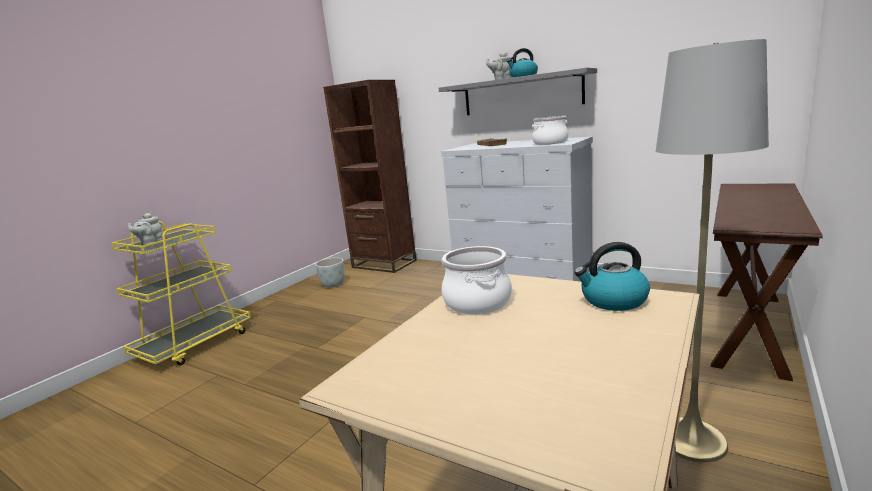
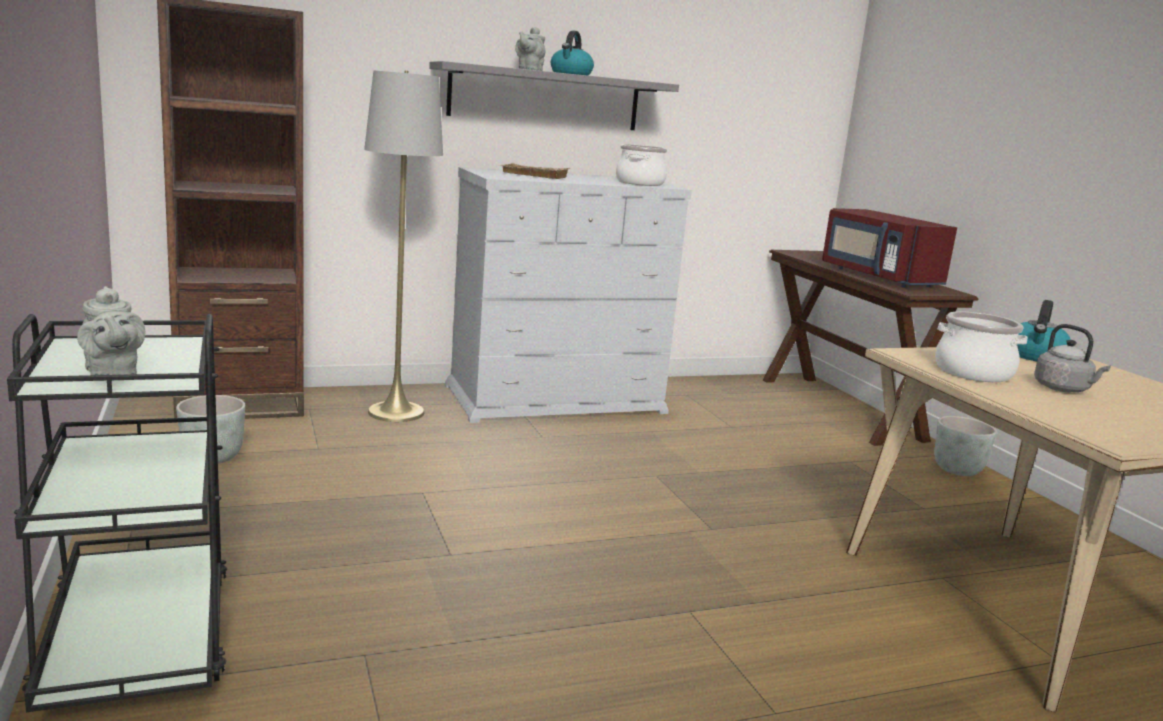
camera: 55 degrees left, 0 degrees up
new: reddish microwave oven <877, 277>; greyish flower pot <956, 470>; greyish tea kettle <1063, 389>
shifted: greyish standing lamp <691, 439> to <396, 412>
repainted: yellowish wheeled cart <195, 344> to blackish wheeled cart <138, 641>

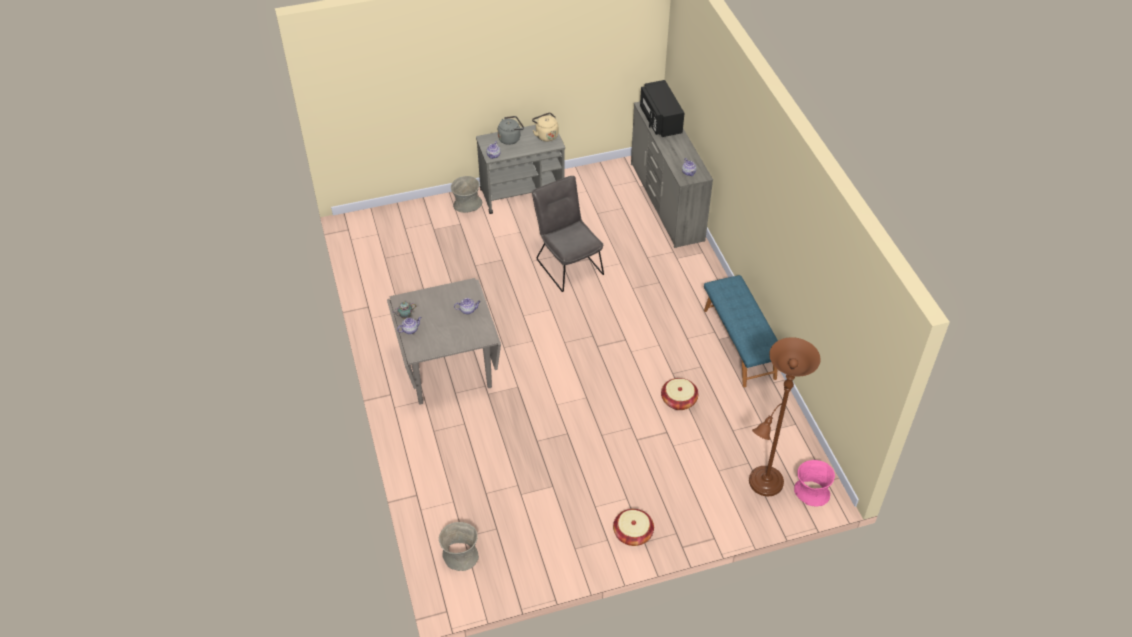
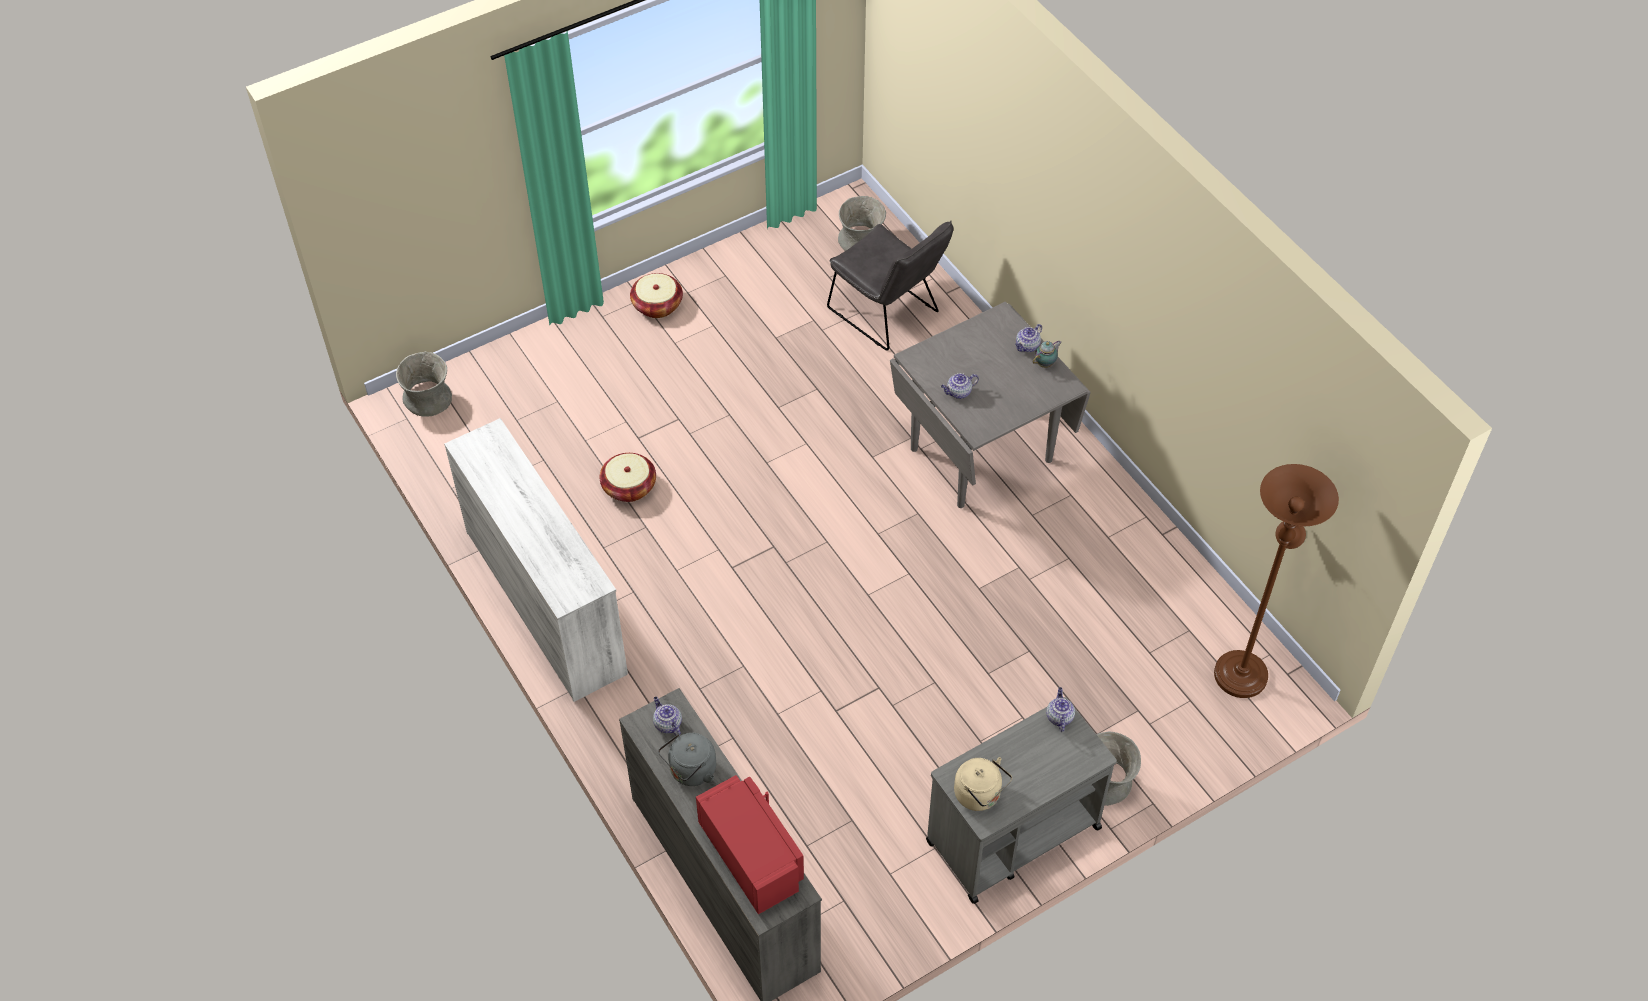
camera: 165 degrees right, 5 degrees up
shifted: greyish tea kettle <510, 138> to <690, 771>; greyish plain chair <567, 264> to <888, 314>; brownish standing lamp <763, 485> to <1242, 669>
swapped: blue indoor bench <740, 343> to white dresser <546, 601>
repainted: pink flower vase <811, 492> to greyish flower vase <428, 399>; blackish microwave oven <660, 120> to reddish microwave oven <752, 855>

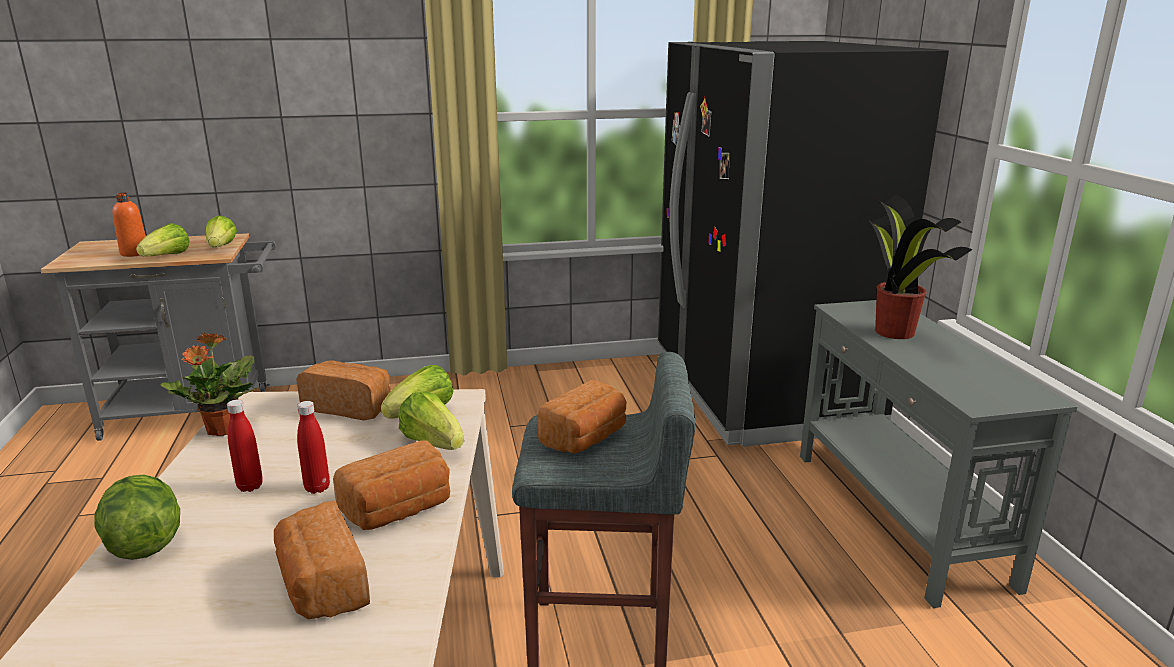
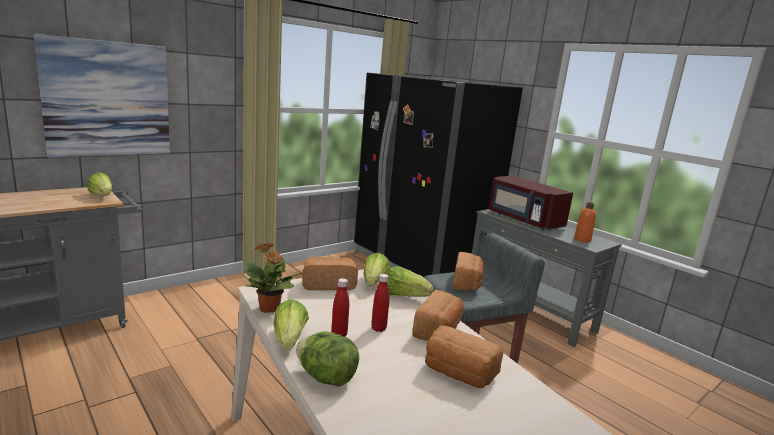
camera: 30 degrees left, 5 degrees down
new: picture <107, 99>
shifted: lettuce head <167, 256> to <289, 339>; orangey beverage bottle <134, 253> to <582, 239>
swapped: potted plant <893, 331> to reddish microwave oven <523, 220>

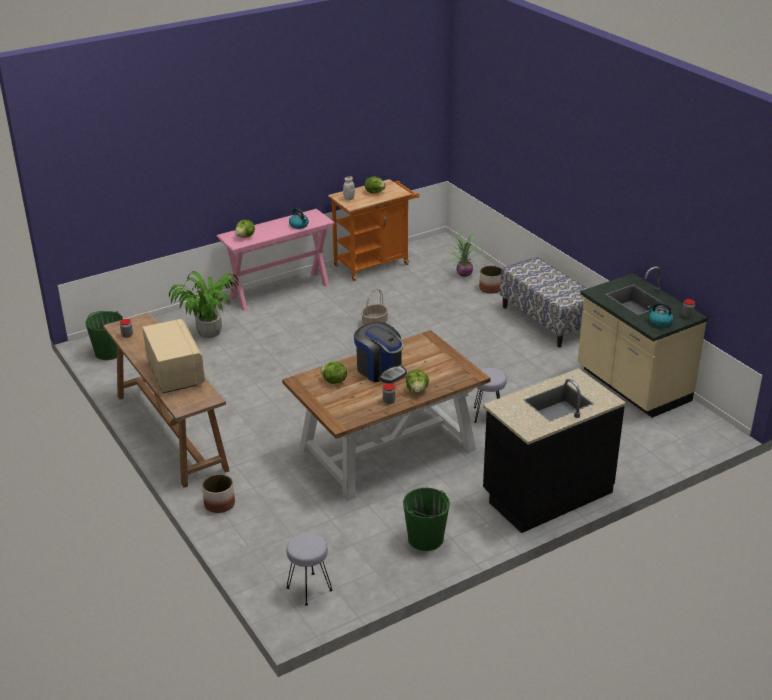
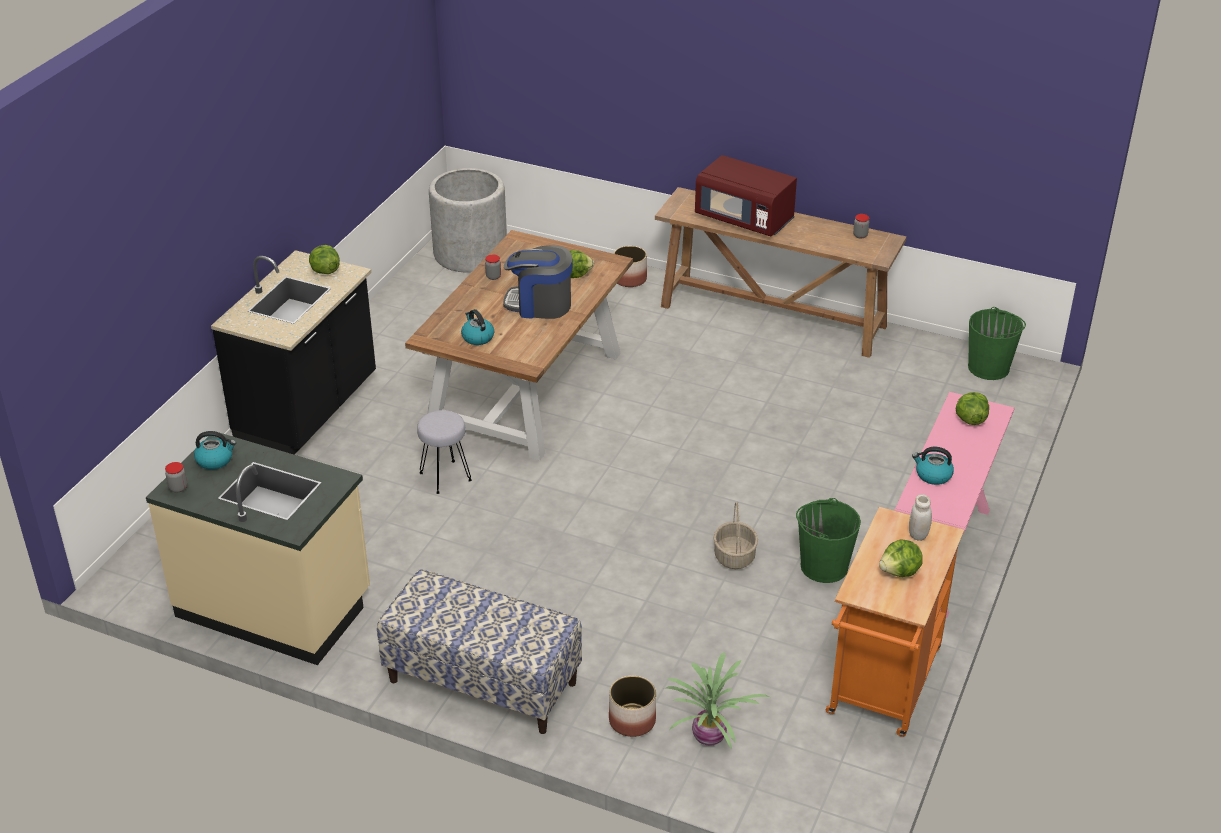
camera: 145 degrees right, 5 degrees up
gone: potted plant <209, 333>
new: tea kettle <477, 337>
shifted: lettuce head <417, 390> to <324, 271>; green-coloured water bucket <426, 539> to <823, 566>
swapped: greyish stool seat <309, 588> to greyish flower pot <470, 254>
repainted: beige microwave oven <174, 373> to reddish microwave oven <744, 219>

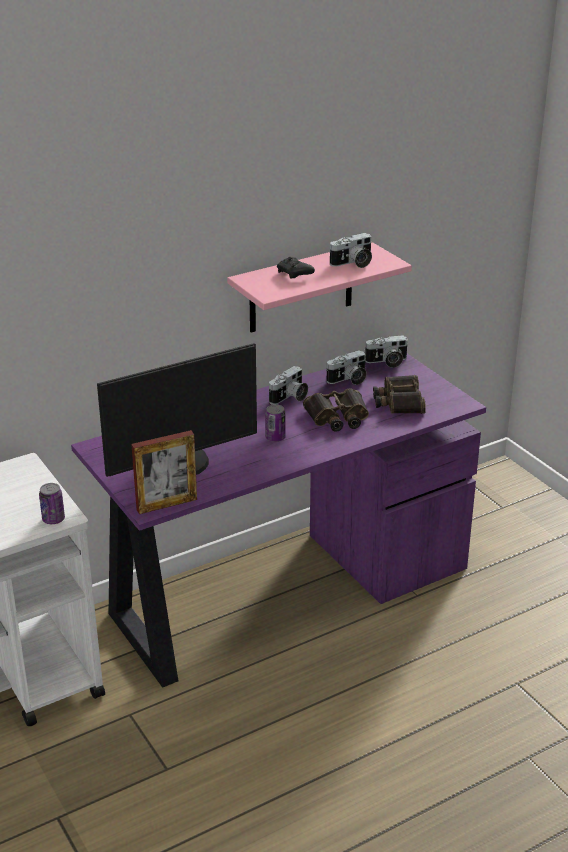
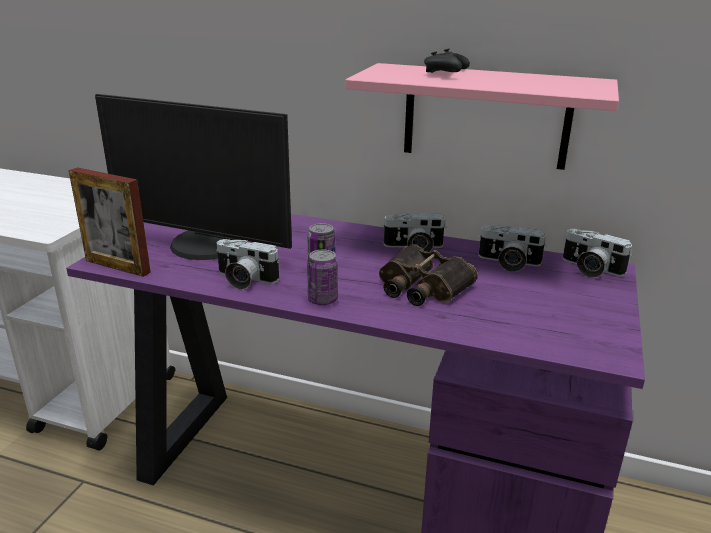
camera: 50 degrees right, 5 degrees down
gone: pair of binoculars <398, 401>
shifted: photo camera <353, 263> to <244, 280>; metal can <53, 519> to <322, 300>

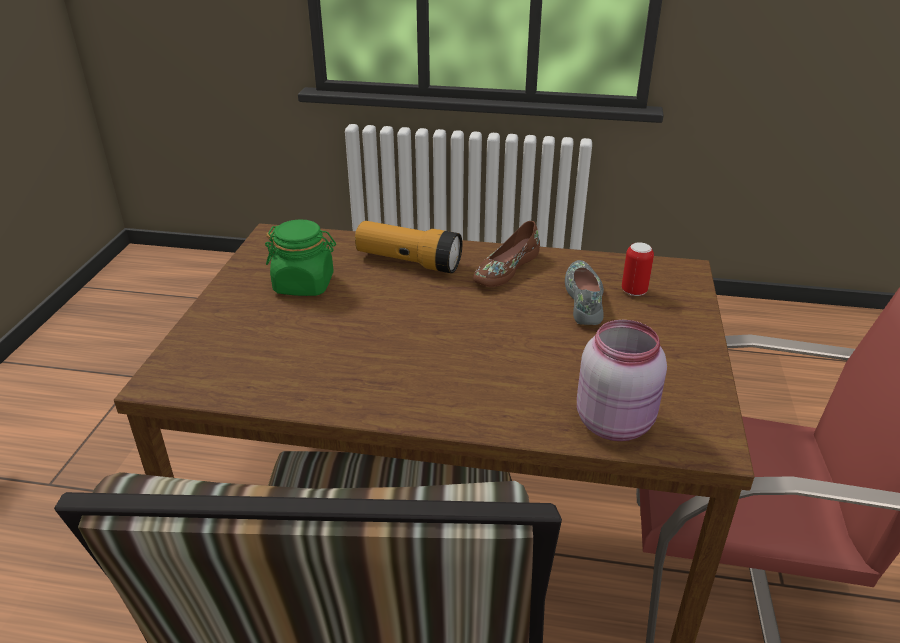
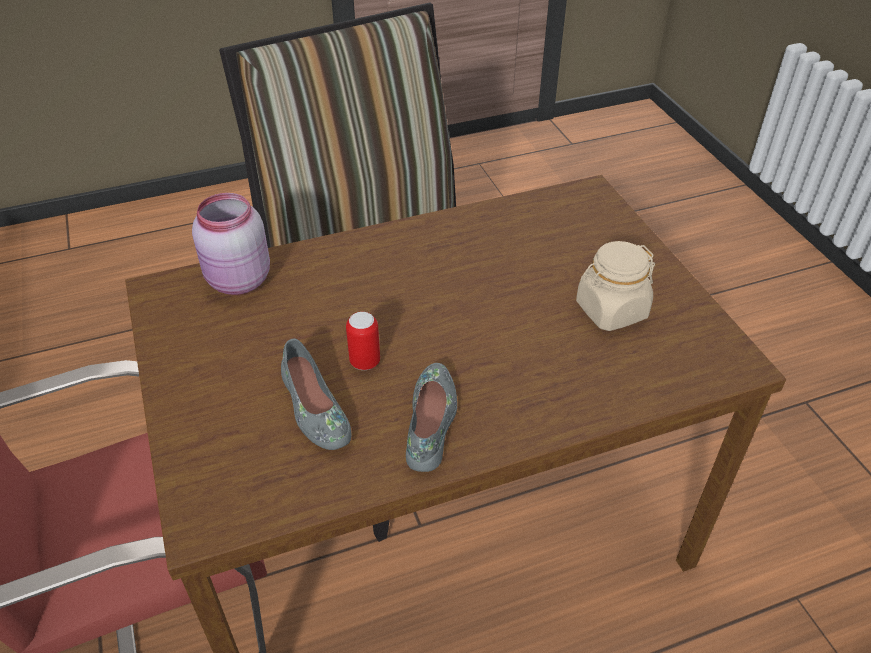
camera: 150 degrees right, 10 degrees up
gone: hand torch <408, 262>
shifted: metal can <634, 291> to <365, 362>
repainted: brownish low shoe <505, 269> to greyish low shoe <432, 422>; green-coloured jar <304, 284> to beige jar <611, 310>

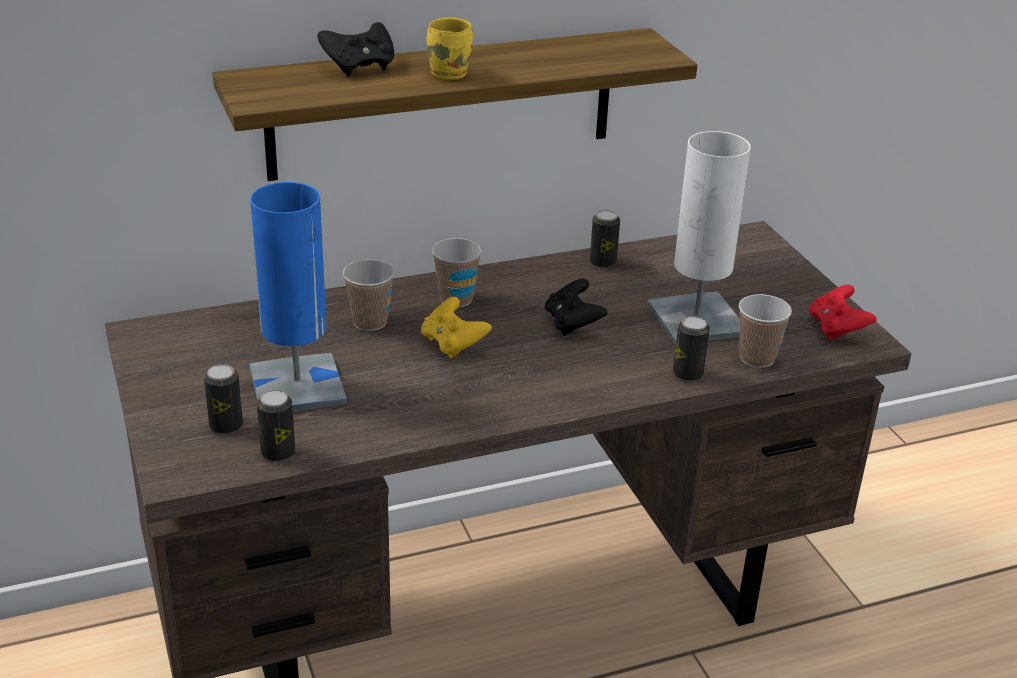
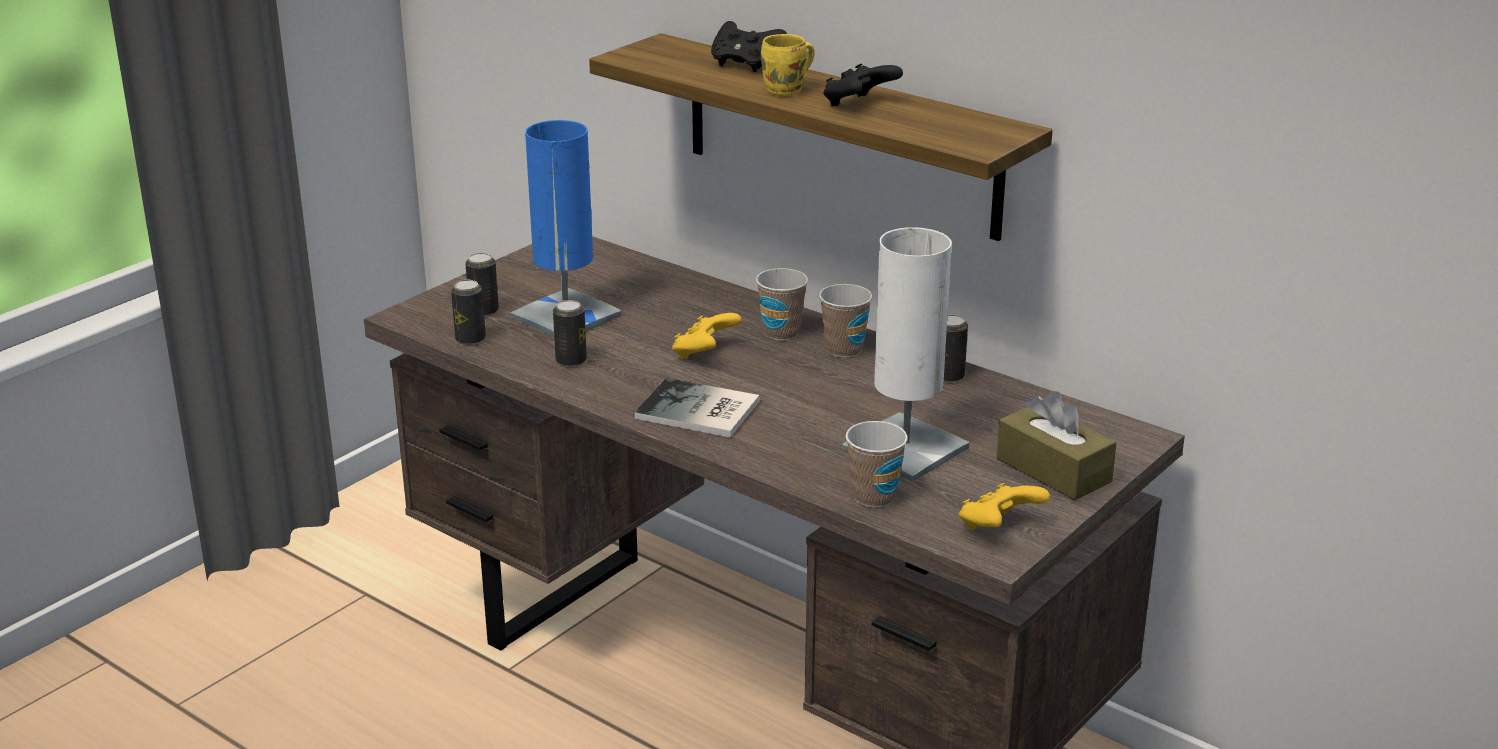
camera: 60 degrees right, 5 degrees down
new: volume <699, 412>; brownish tissue box <1053, 470>
shifted: metal can <687, 374> to <571, 360>; cup <370, 322> to <844, 350>; blackish gamepad <572, 323> to <859, 105>
repainted: reddish gamepad <837, 329> to yellowish gamepad <998, 528>

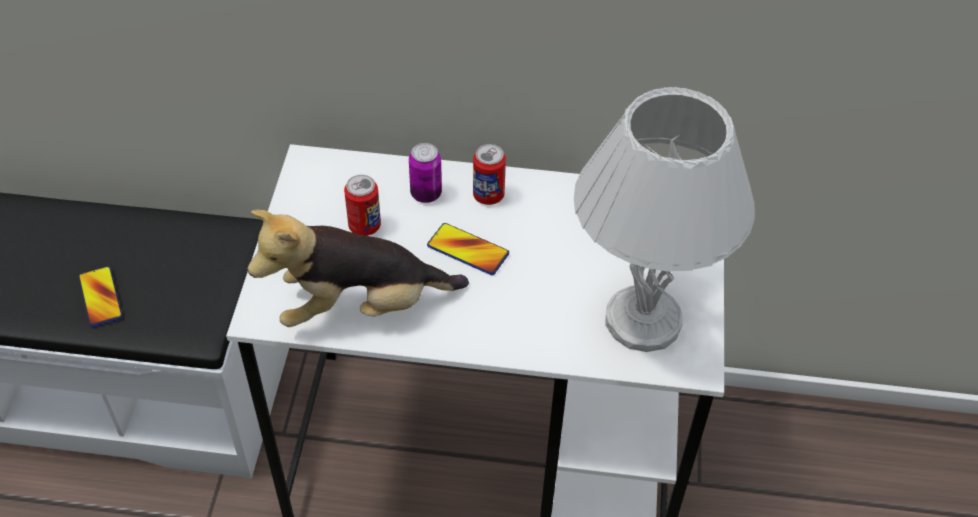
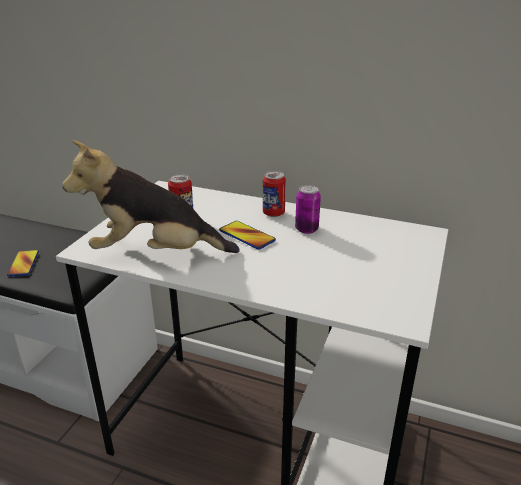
camera: 15 degrees right, 20 degrees down
gone: white table lamp <640, 319>
shifted: metal can <426, 194> to <306, 229>

